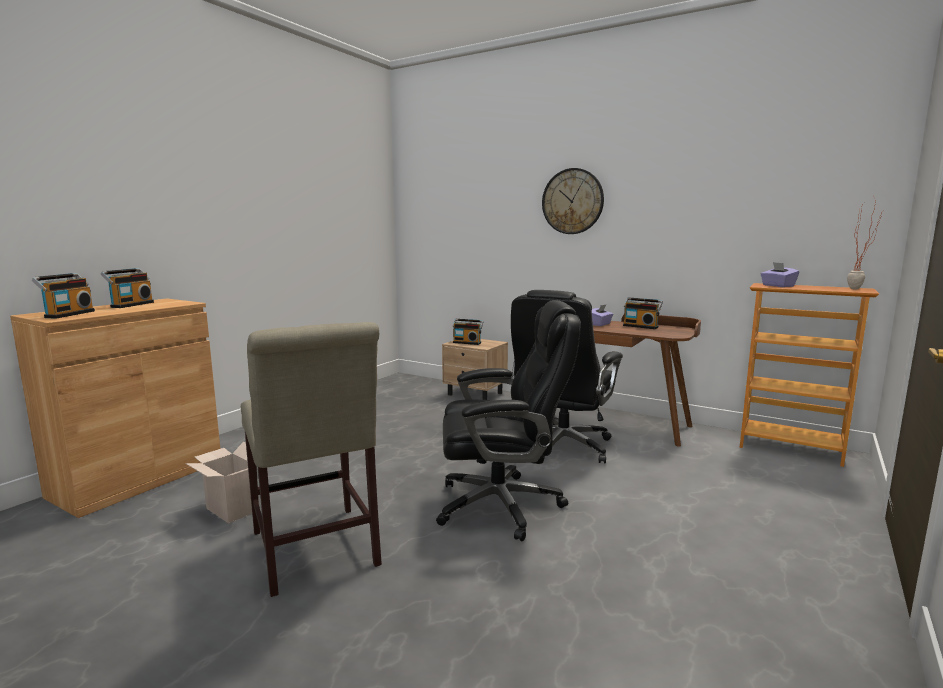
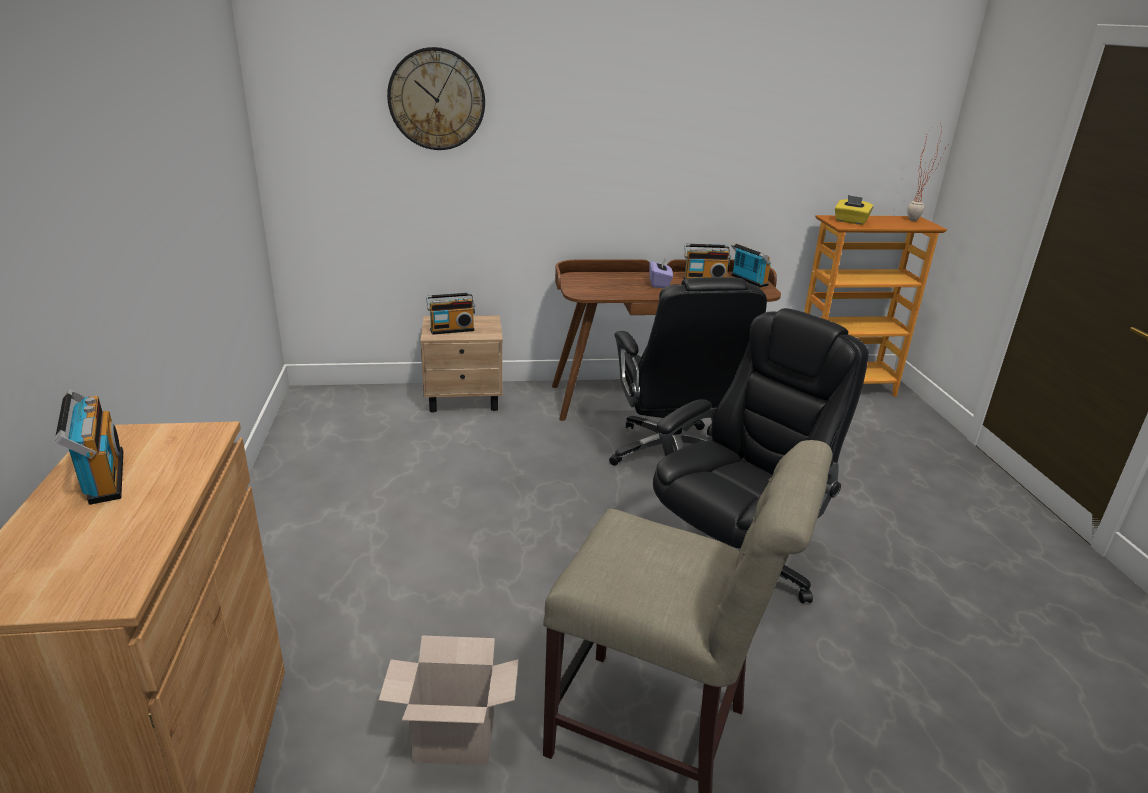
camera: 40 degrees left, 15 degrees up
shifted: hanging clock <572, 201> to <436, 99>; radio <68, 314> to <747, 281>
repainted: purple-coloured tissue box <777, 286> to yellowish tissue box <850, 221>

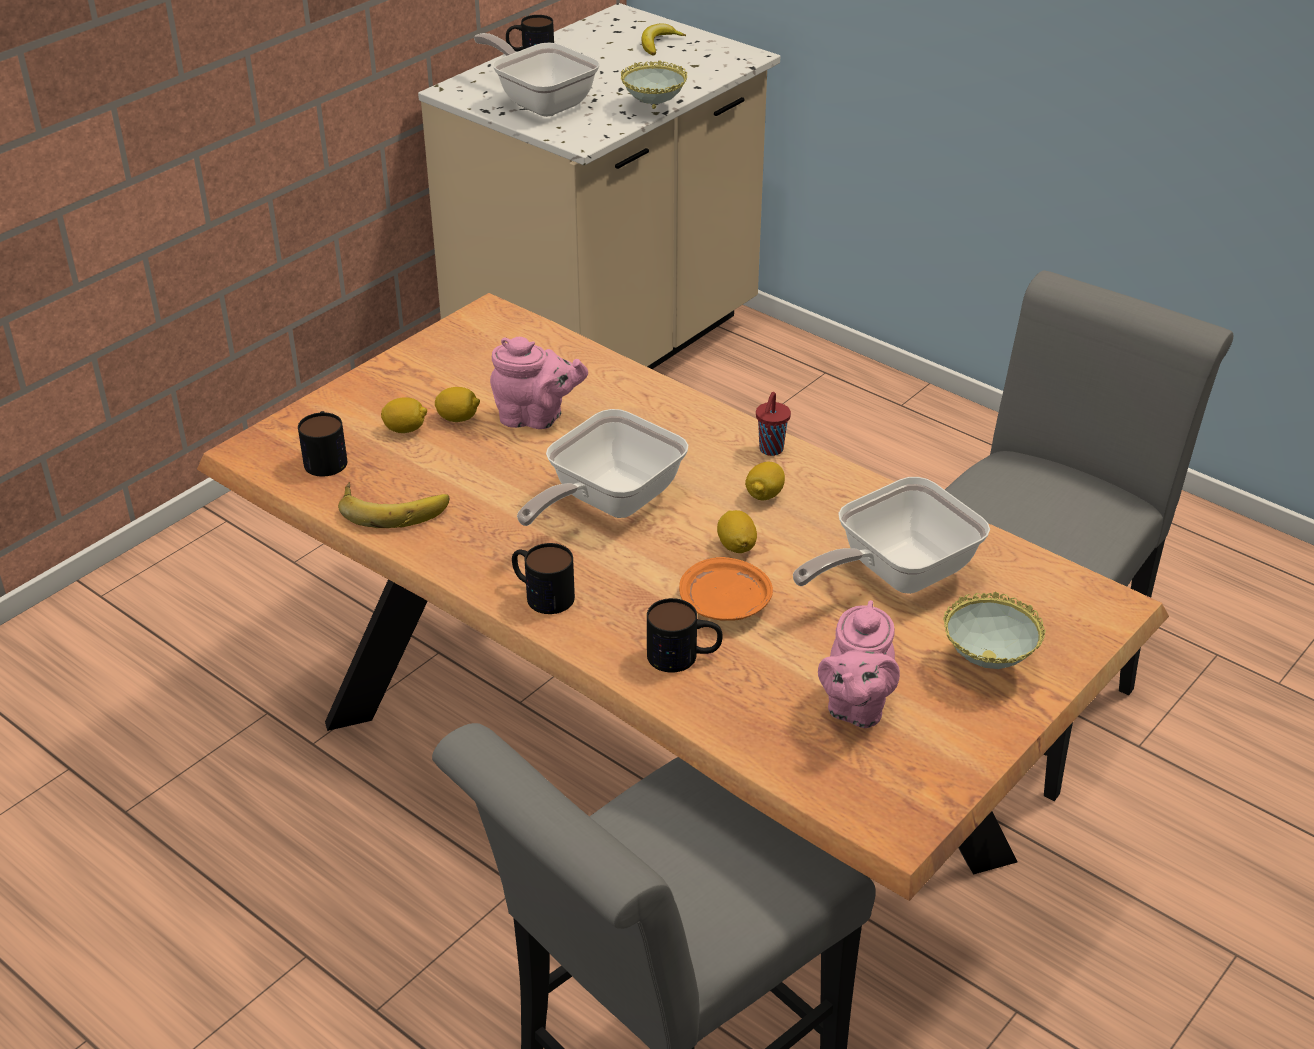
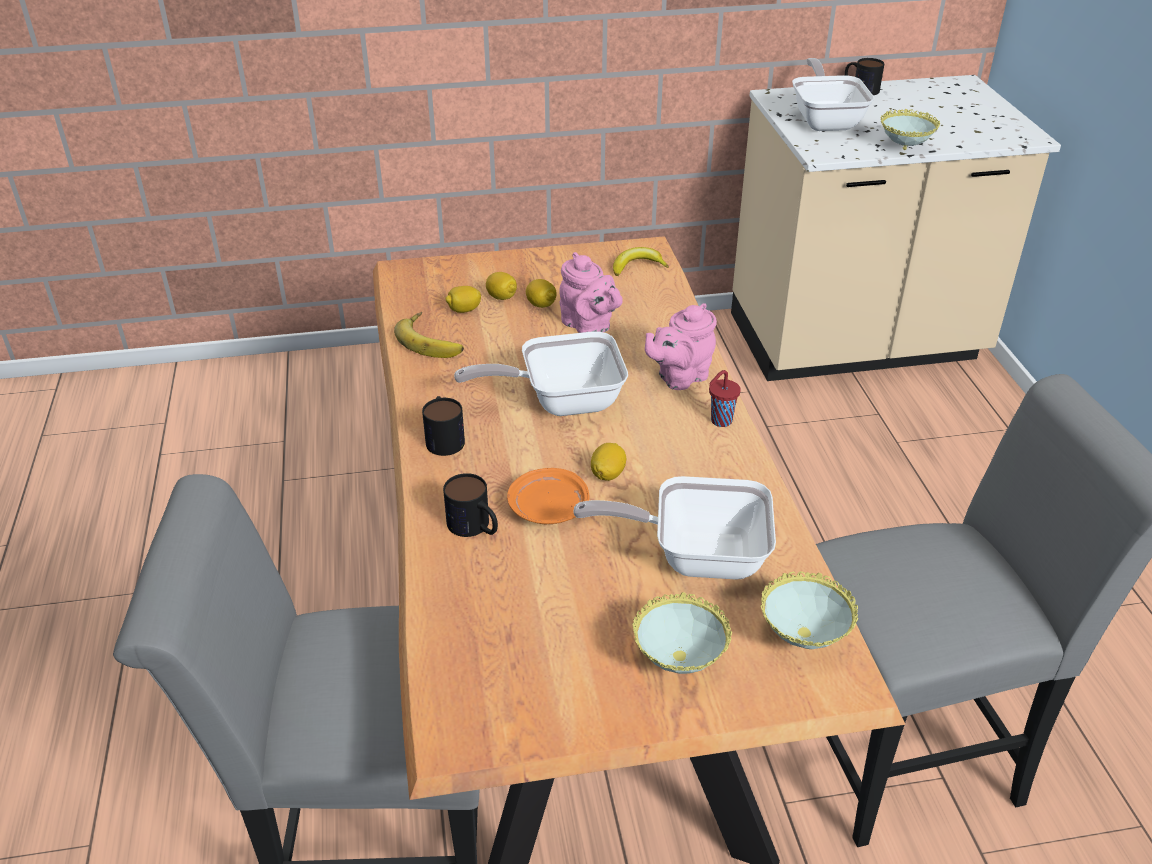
camera: 40 degrees right, 0 degrees up
gone: coffee mug <326, 457>
new: bowl <802, 640>
shifted: lemon <764, 495> to <464, 310>; whole banana <658, 44> to <637, 267>; pink pot for tea <855, 707> to <679, 377>

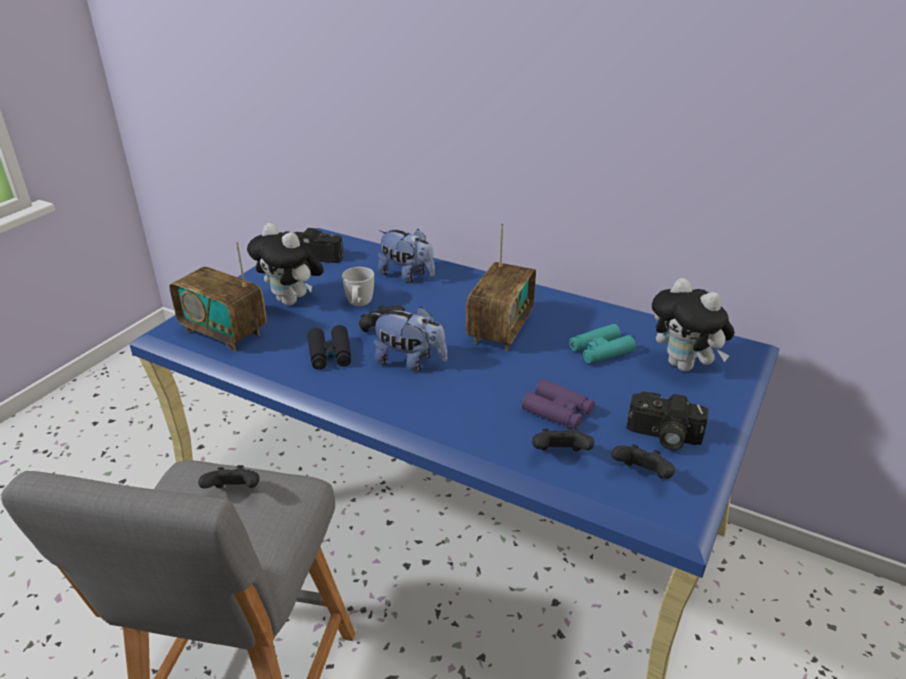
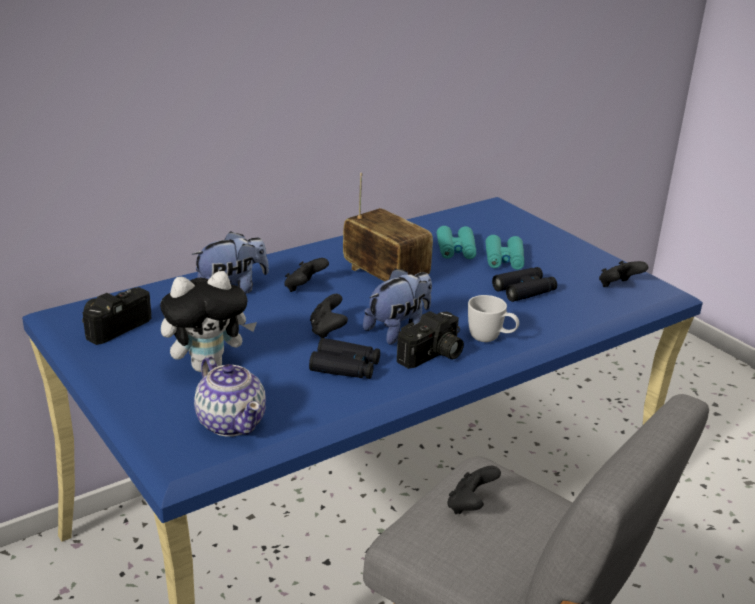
camera: 65 degrees left, 5 degrees down
gone: soft toy <685, 365>
new: turquoise pair of binoculars <504, 259>
shifted: blackish gamepad <560, 455> to <304, 288>; photo camera <663, 436> to <433, 356>; white coffee mug <359, 305> to <490, 339>
swapped: radio <224, 332> to pot for tea <231, 422>
repainted: purple-coloured pair of binoculars <558, 411> to blackish pair of binoculars <524, 290>

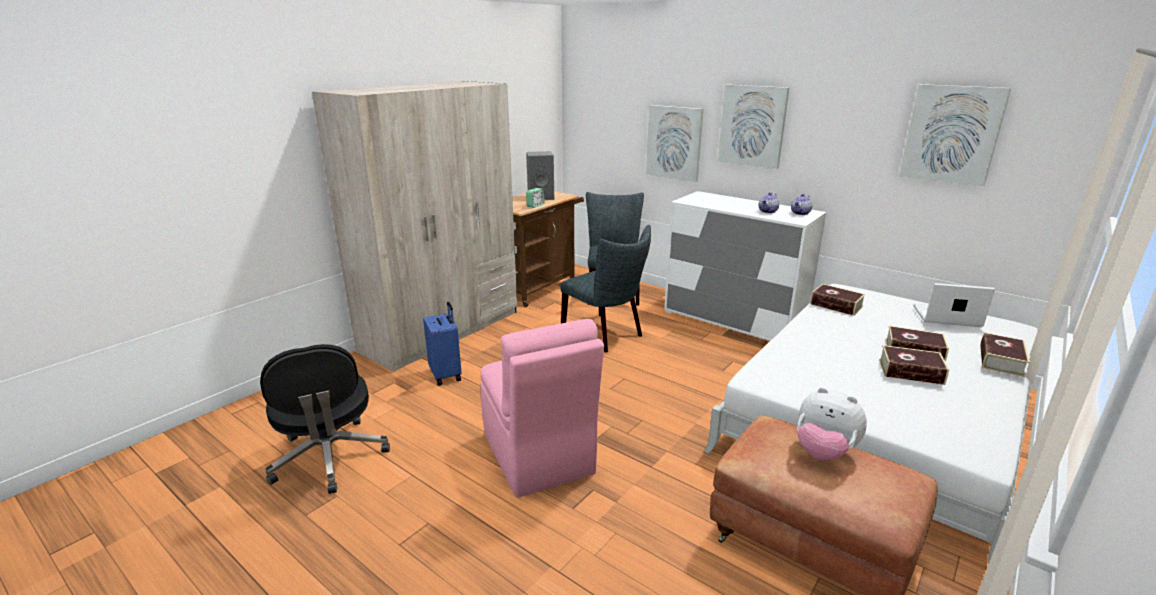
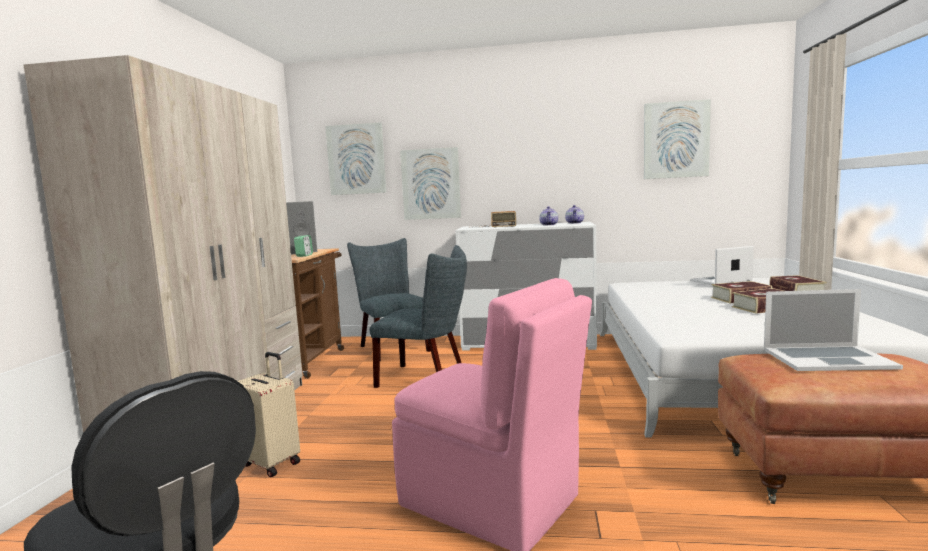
camera: 30 degrees left, 15 degrees down
gone: volume <836, 305>
new: radio <491, 226>
shifted: picture <752, 126> to <356, 159>
swapped: soft toy <823, 452> to laptop <827, 358>
repainted: blue suitcase <446, 375> to beige suitcase <271, 463>

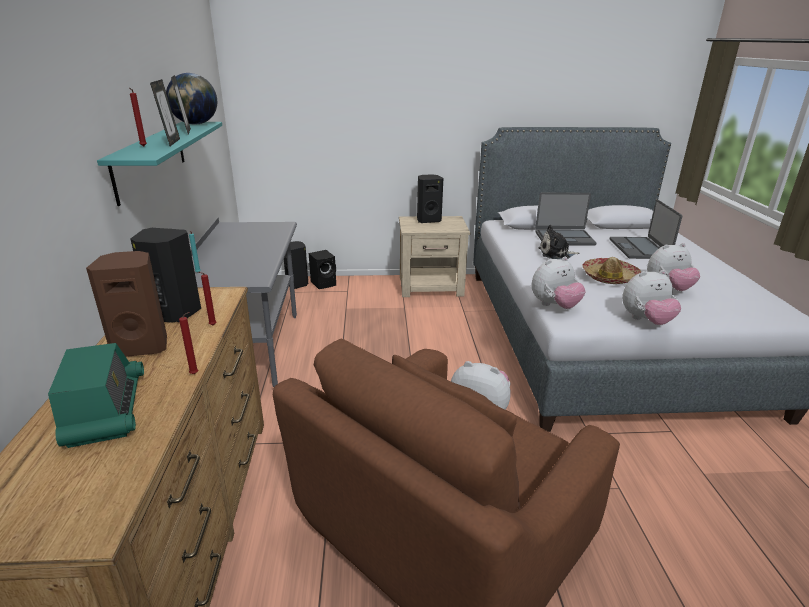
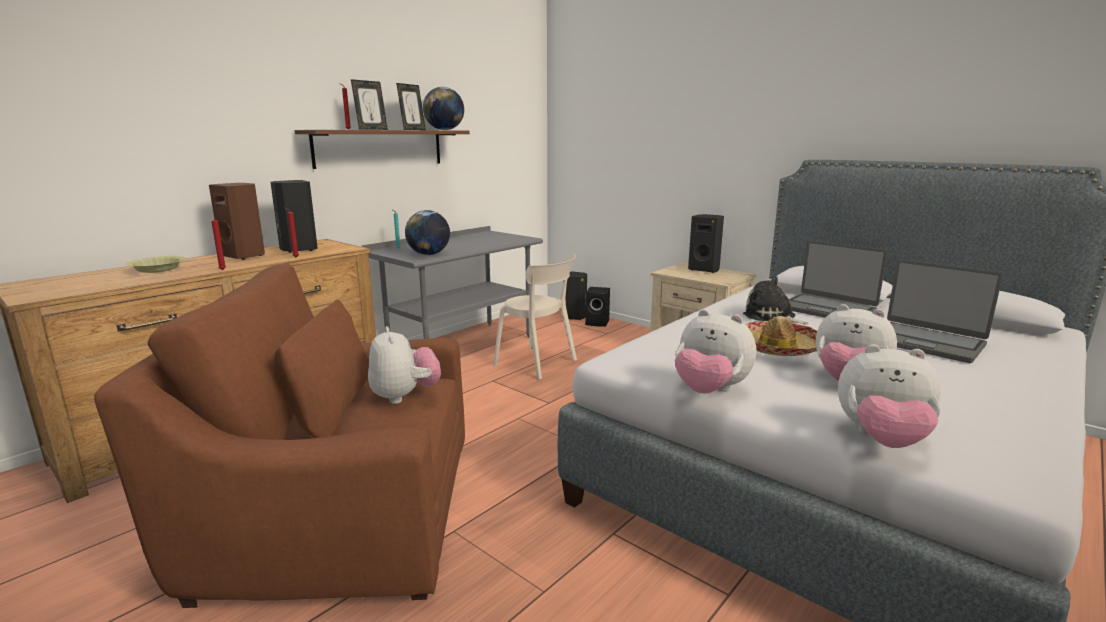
camera: 45 degrees right, 10 degrees down
new: globe <429, 254>; beige plain chair <538, 363>
shifted: soft toy <554, 306> to <881, 440>
swapped: radio <106, 411> to yellowish bowl <157, 270>
repainted: turquoise shelf <151, 159> to brownish shelf <380, 148>
rotated: laptop <639, 249> = <925, 342> 90 degrees counterclockwise

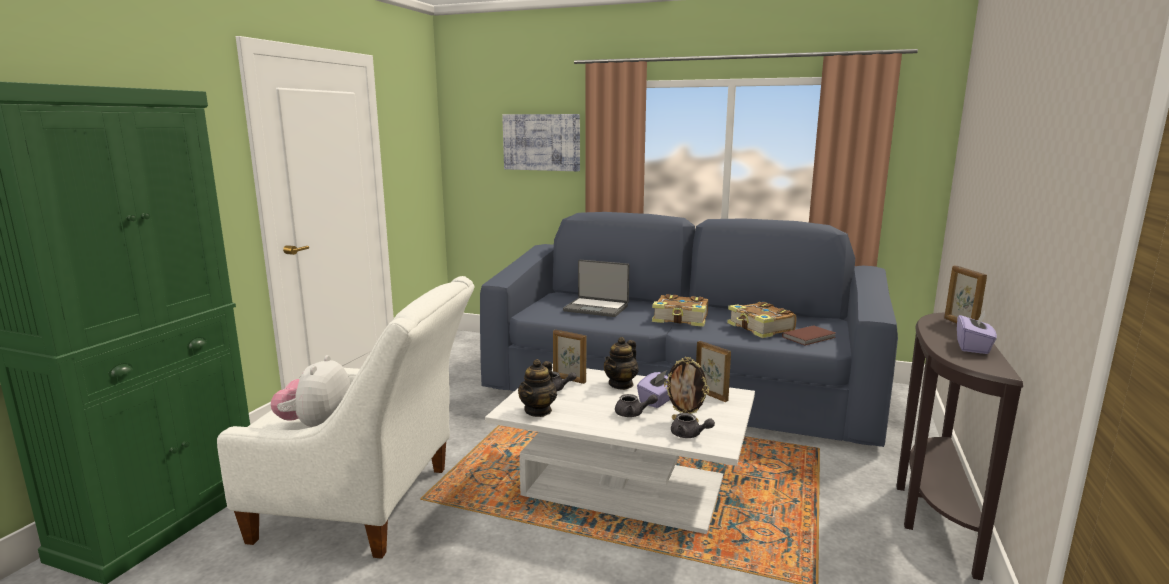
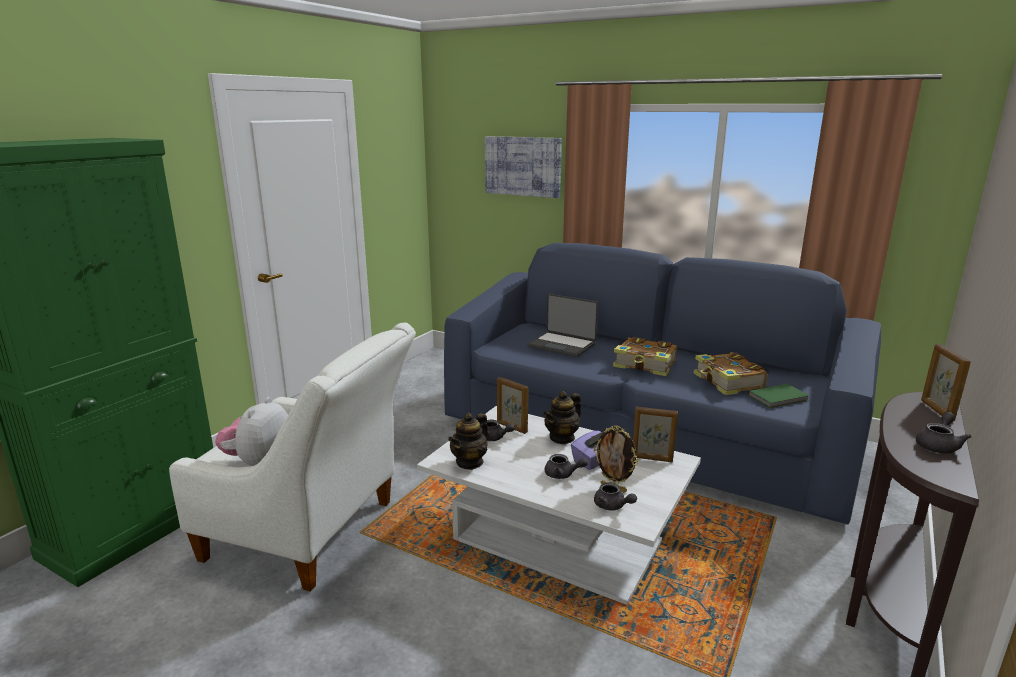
camera: 10 degrees right, 5 degrees up
swapped: purple-coloured tissue box <973, 347> to greyish pot for tea <938, 445>
repainted: brownish volume <810, 337> to green-coloured volume <779, 398>
rotated: photo frame <711, 395> = <652, 459> 135 degrees clockwise

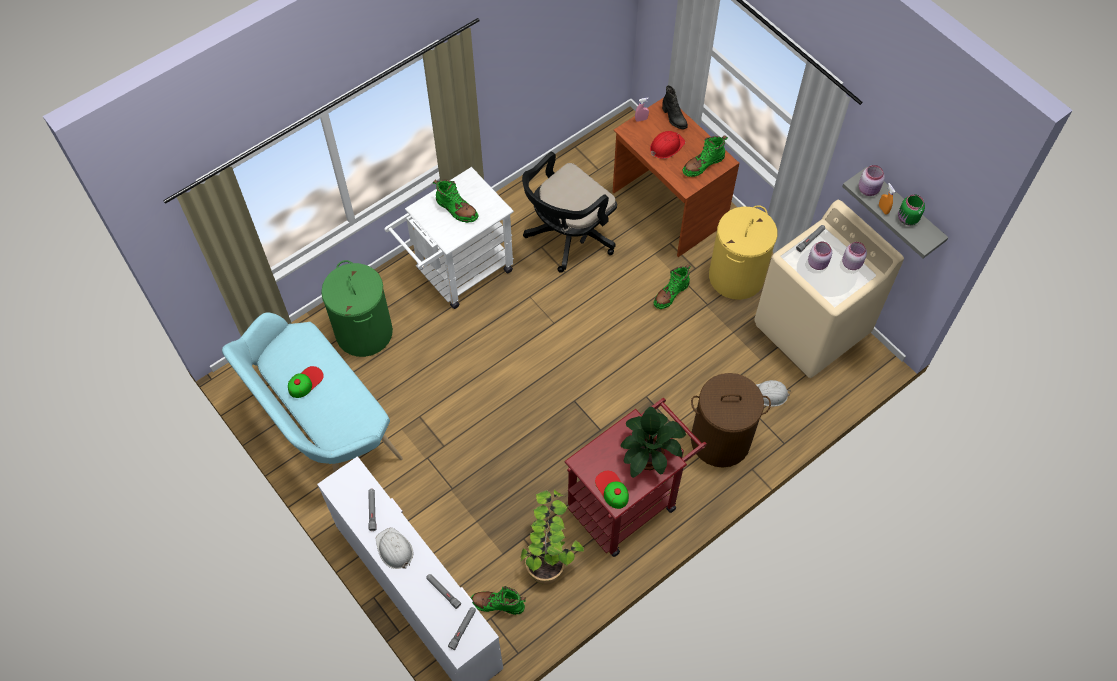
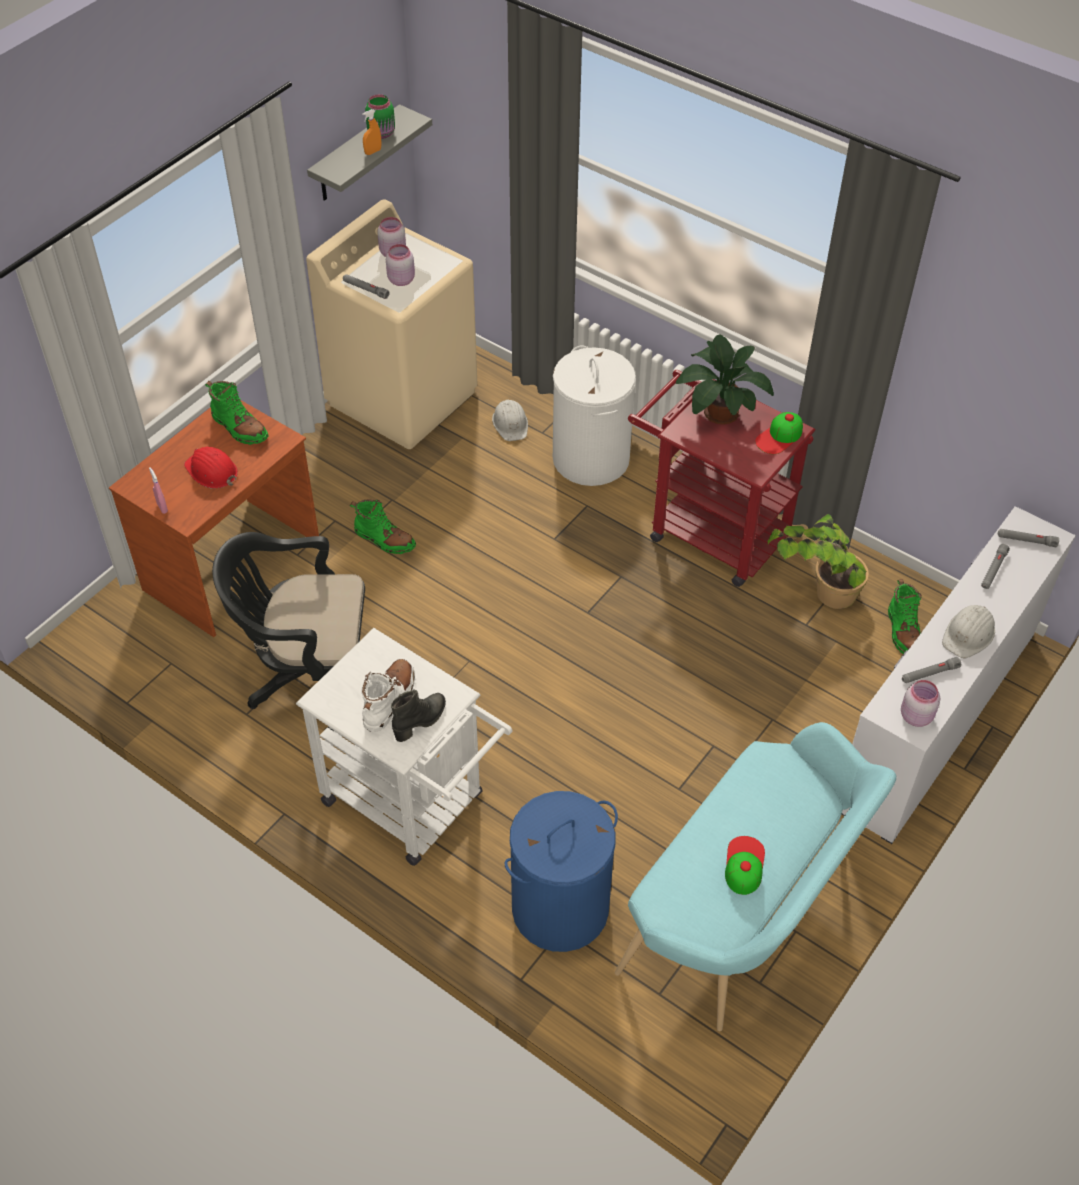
camera: 105 degrees left, 10 degrees down
gone: yellowish hamper <736, 276>
shifted: blackish high-top boot <673, 118> to <420, 721>; pink jar <869, 189> to <916, 715>
repainted: green-coloured high-top boot <456, 209> to white high-top boot <389, 700>; green-coloured hamper <364, 332> to blue hamper <560, 907>; brownish hamper <720, 440> to white hamper <590, 458>
rotated: blackish office chair <567, 237> = <311, 676> 150 degrees clockwise; peaked cap <305, 382> = <744, 865> 75 degrees clockwise

